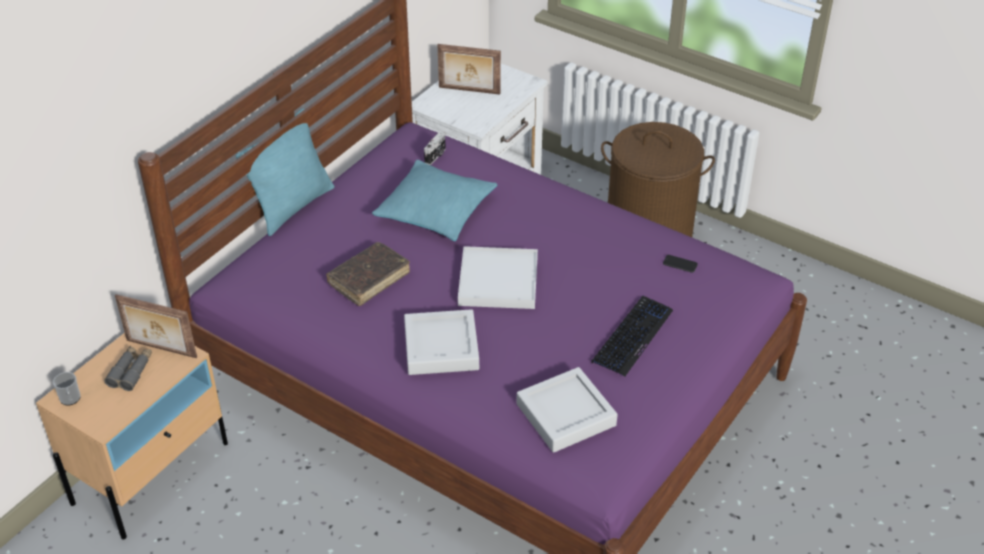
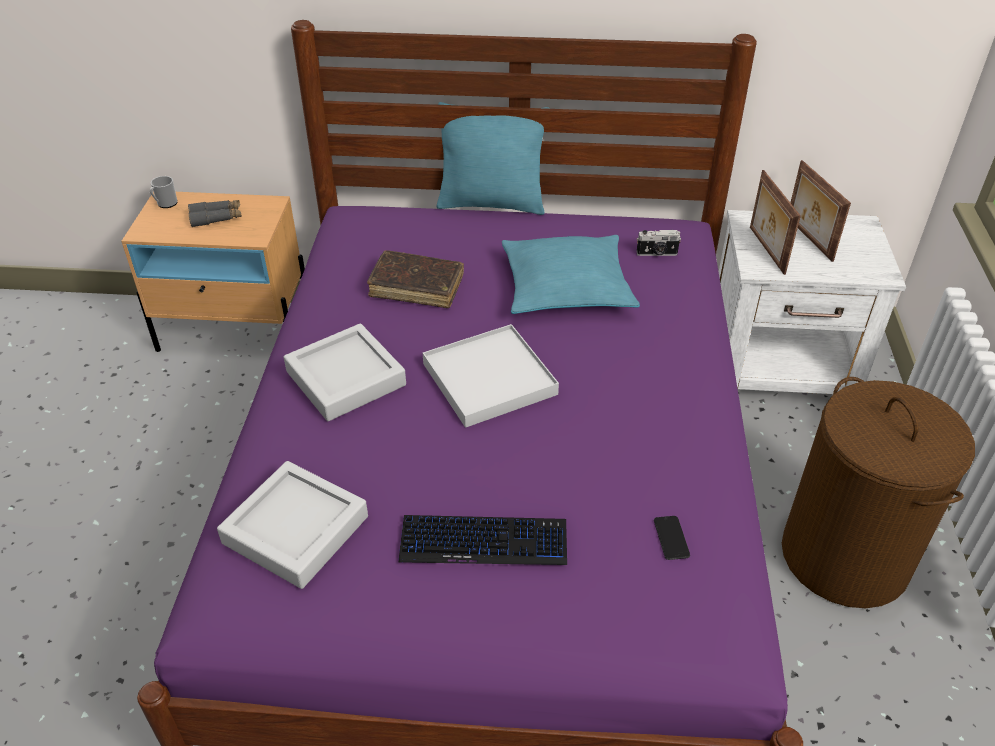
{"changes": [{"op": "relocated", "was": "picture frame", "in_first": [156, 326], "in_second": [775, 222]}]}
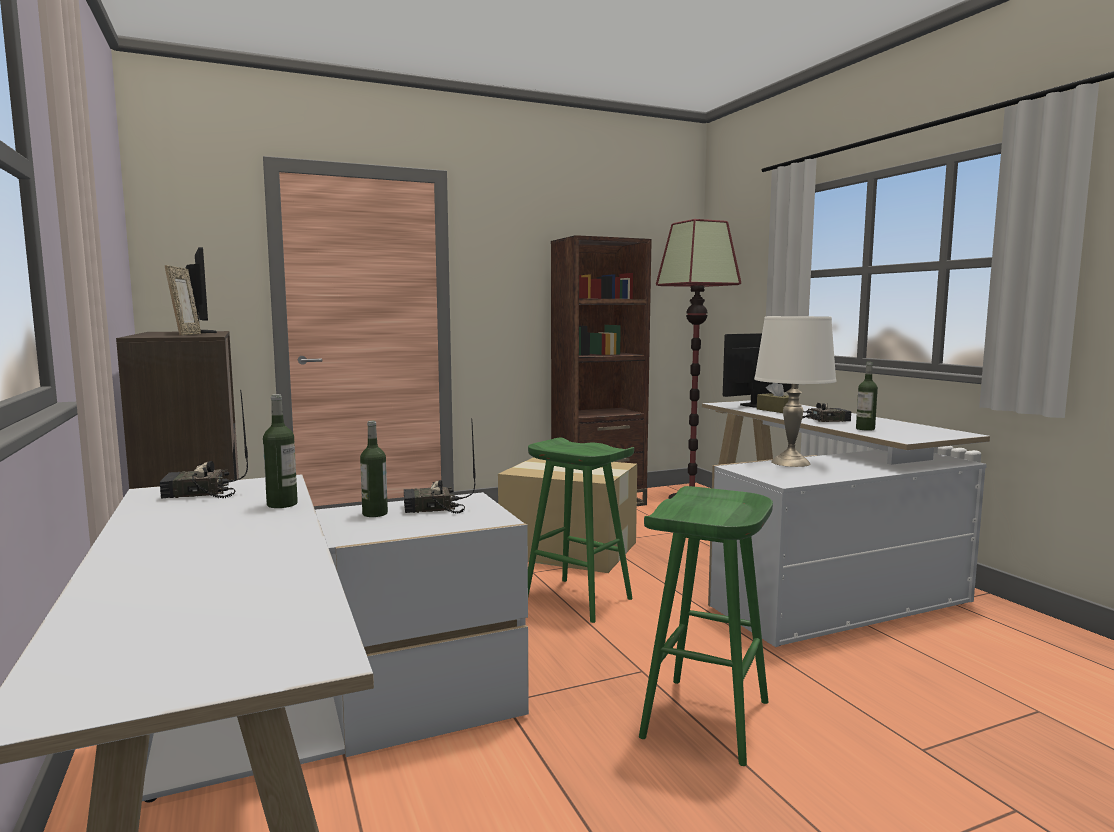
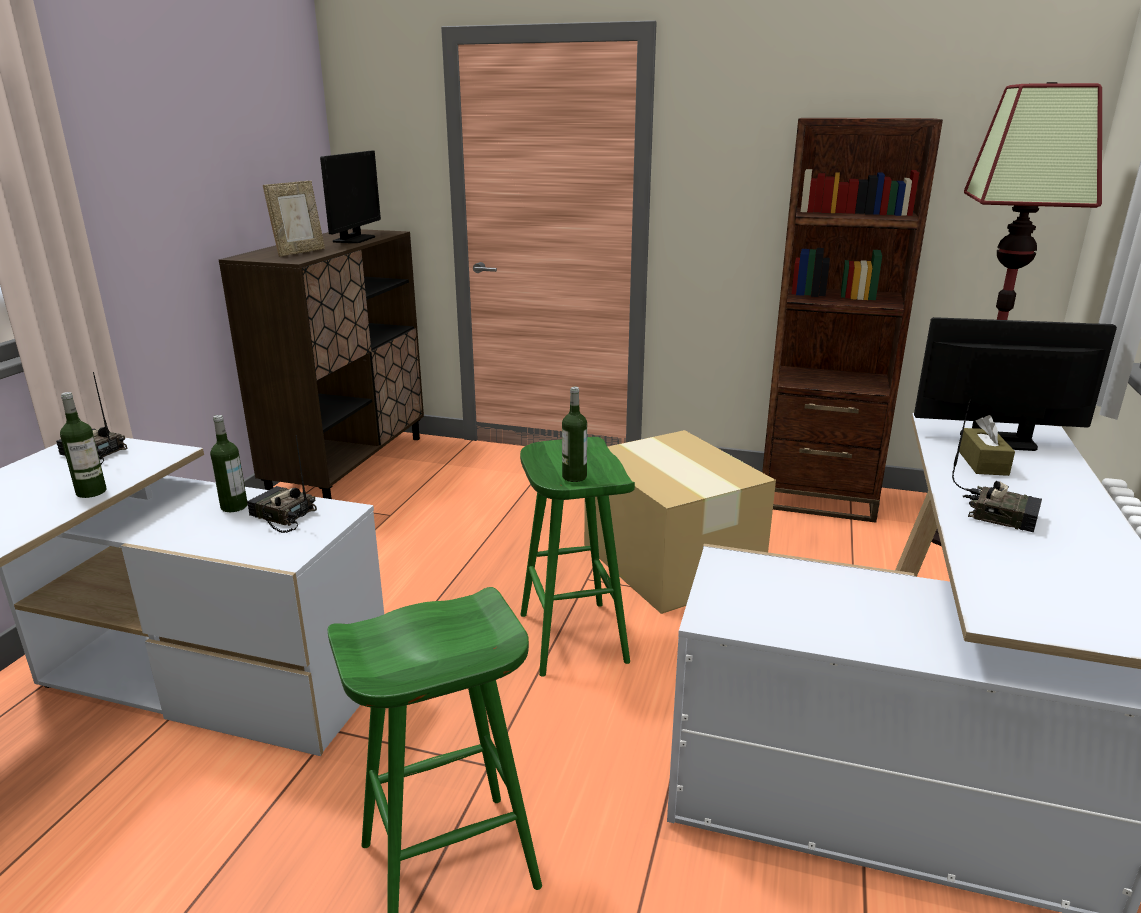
{"changes": [{"op": "relocated", "was": "bottle", "in_first": [867, 396], "in_second": [574, 434]}, {"op": "missing", "was": "white table lamp", "in_first": [795, 391]}]}
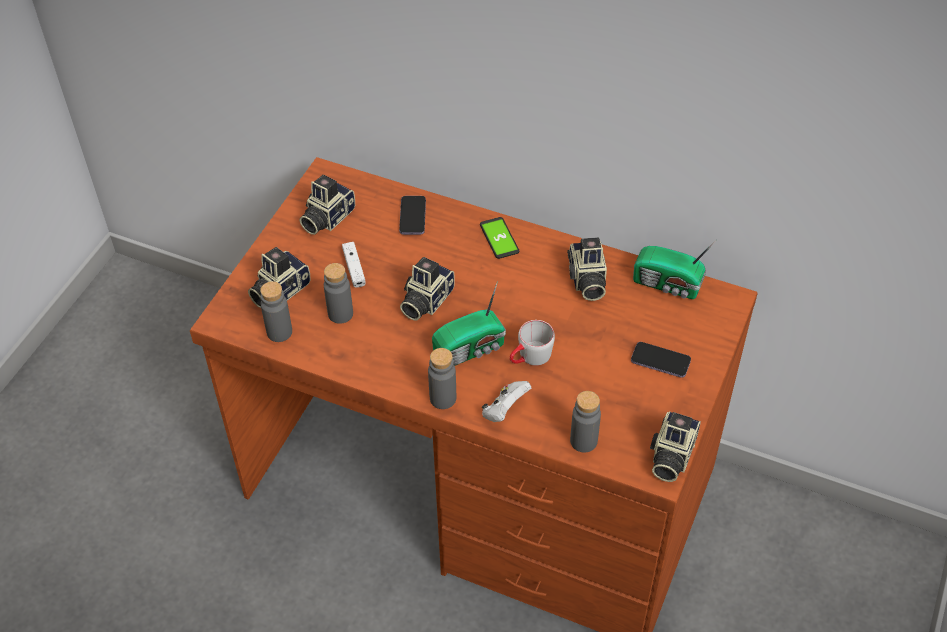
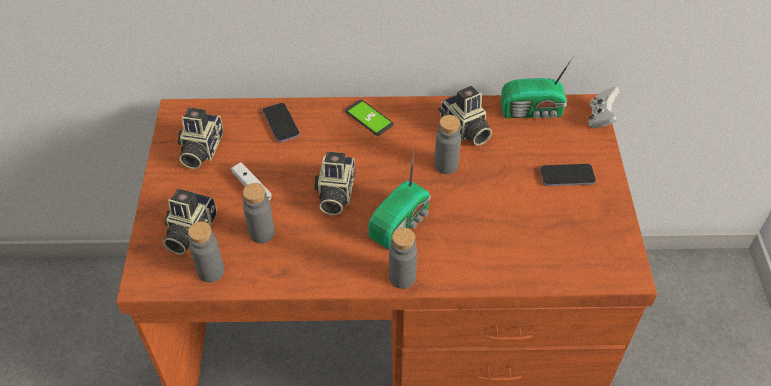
{"changes": [{"op": "relocated", "was": "grey bottle", "in_first": [585, 422], "in_second": [447, 144]}, {"op": "relocated", "was": "white game controller", "in_first": [506, 401], "in_second": [603, 107]}, {"op": "missing", "was": "grey mug", "in_first": [532, 343]}, {"op": "missing", "was": "photo camera", "in_first": [675, 446]}]}
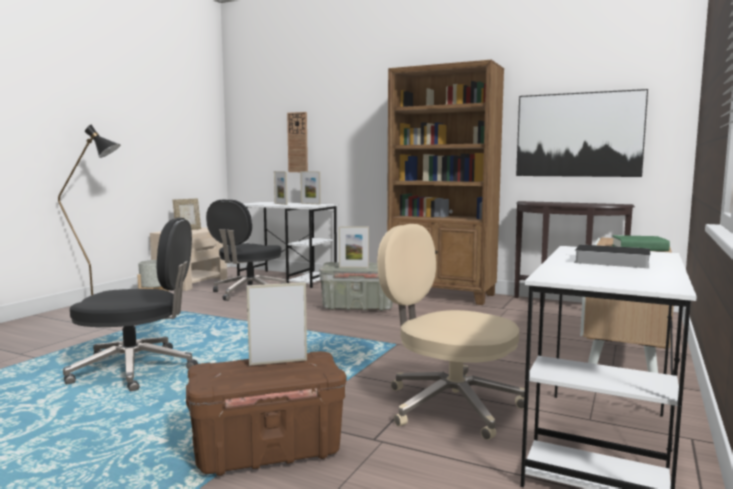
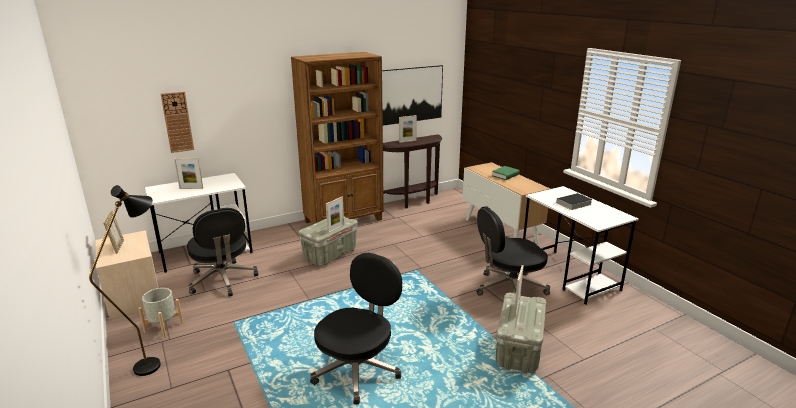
{"changes": [{"op": "relocated", "was": "picture frame", "in_first": [310, 187], "in_second": [408, 129]}, {"op": "colour", "was": "beige office chair", "now": "black office chair", "in_first": [451, 332], "in_second": [513, 251]}, {"op": "colour", "was": "brown storage box", "now": "grey storage box", "in_first": [266, 413], "in_second": [521, 333]}]}
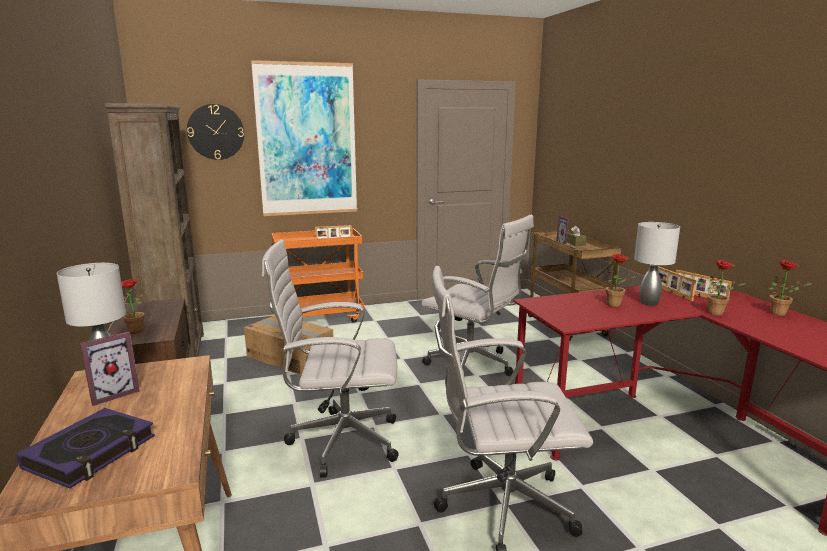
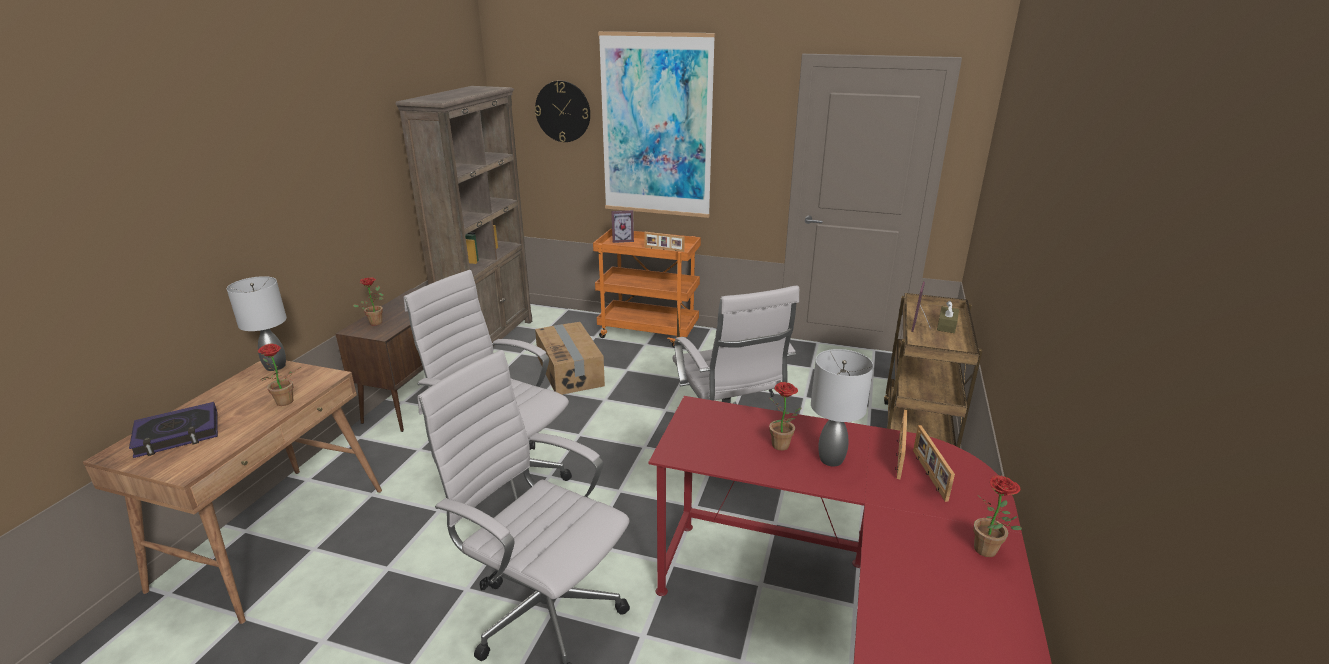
{"changes": [{"op": "relocated", "was": "potted plant", "in_first": [727, 288], "in_second": [279, 374]}, {"op": "relocated", "was": "picture frame", "in_first": [110, 368], "in_second": [622, 226]}]}
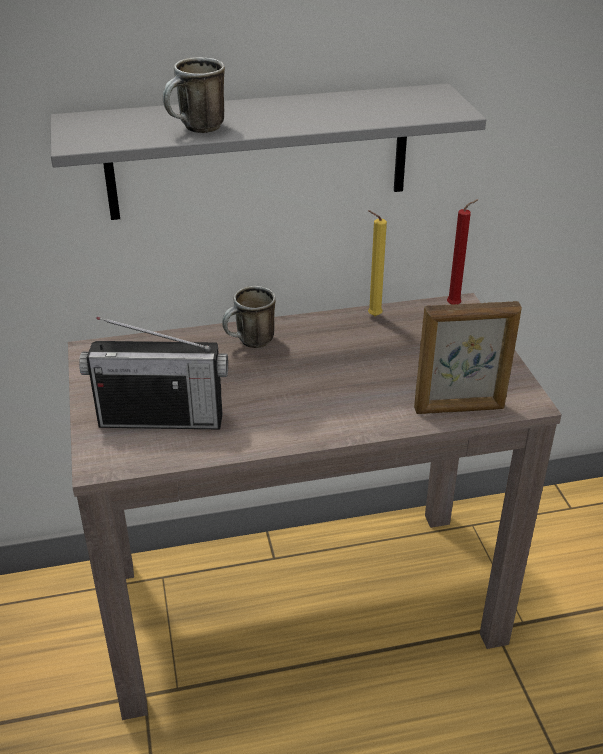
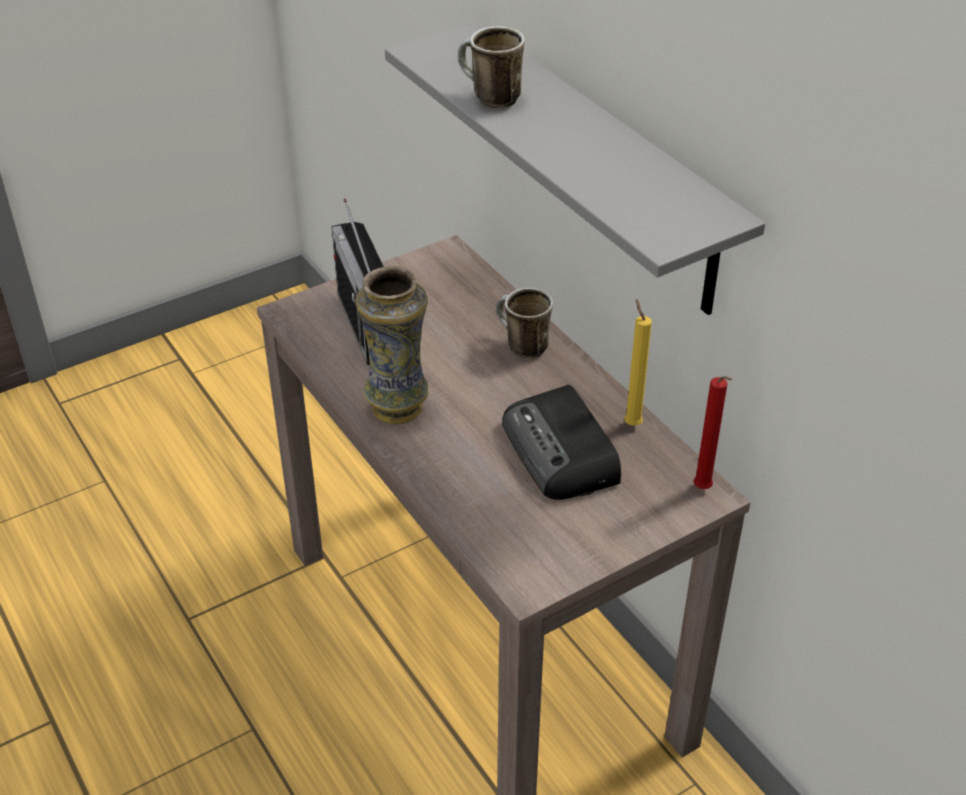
{"changes": [{"op": "appeared", "now": "vase", "in_second": [392, 345]}, {"op": "appeared", "now": "radio", "in_second": [561, 442]}, {"op": "missing", "was": "picture frame", "in_first": [468, 357]}]}
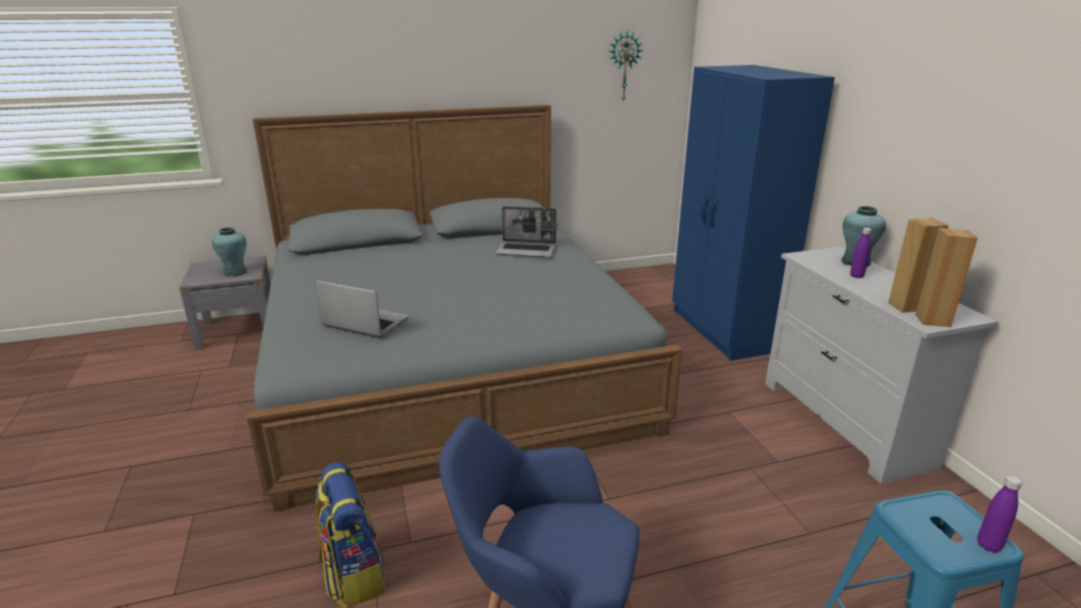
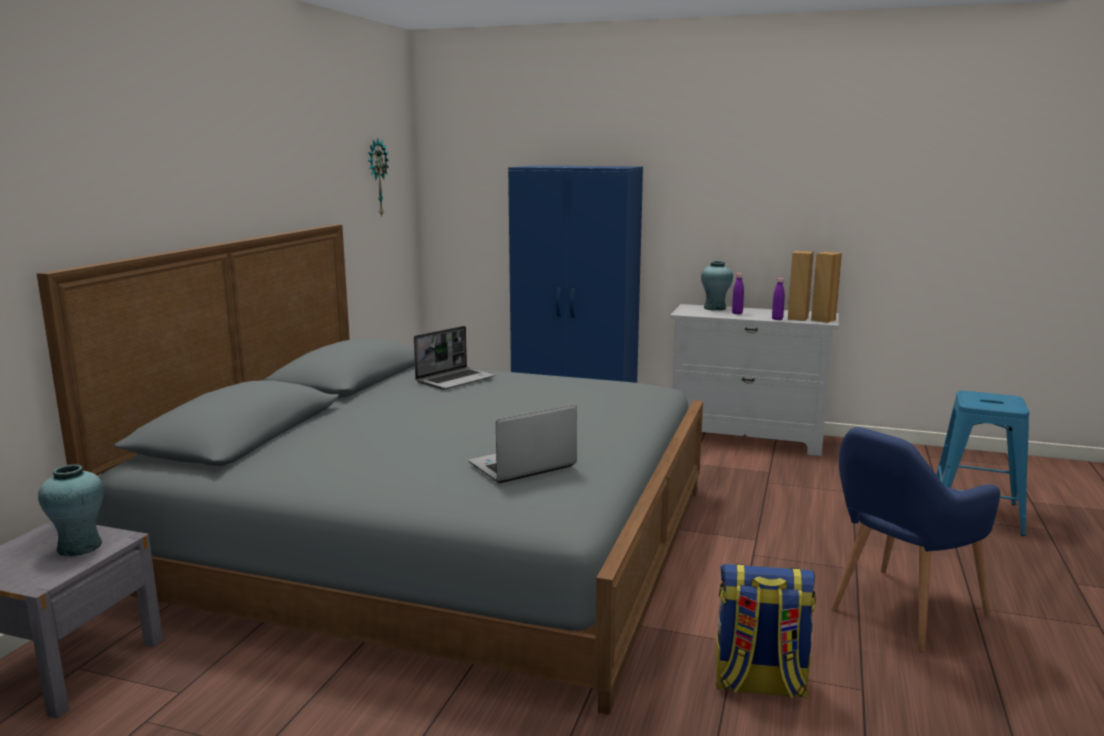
{"changes": [{"op": "relocated", "was": "purple bottle", "in_first": [1000, 514], "in_second": [778, 299]}]}
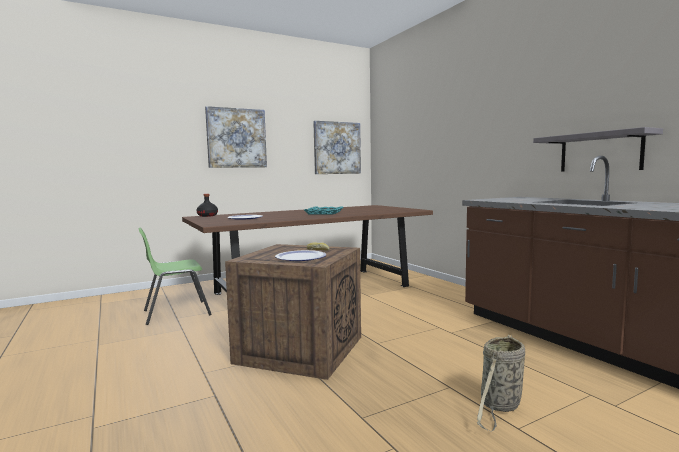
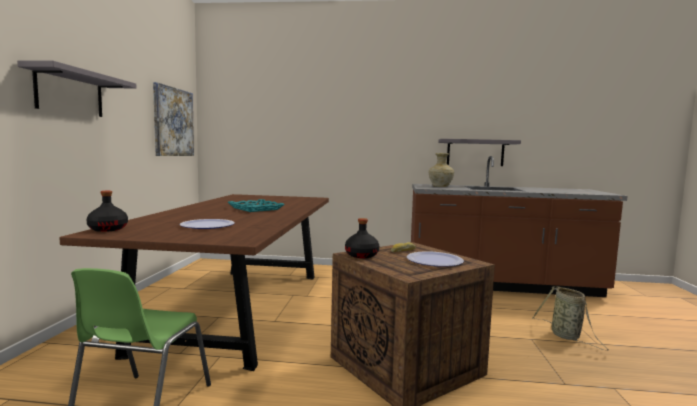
{"changes": [{"op": "exchanged", "was": "picture", "now": "grey shelf", "in_first": [236, 137], "in_second": [76, 88]}, {"op": "appeared", "now": "black bottle", "in_second": [362, 238]}, {"op": "appeared", "now": "beige vase", "in_second": [441, 170]}]}
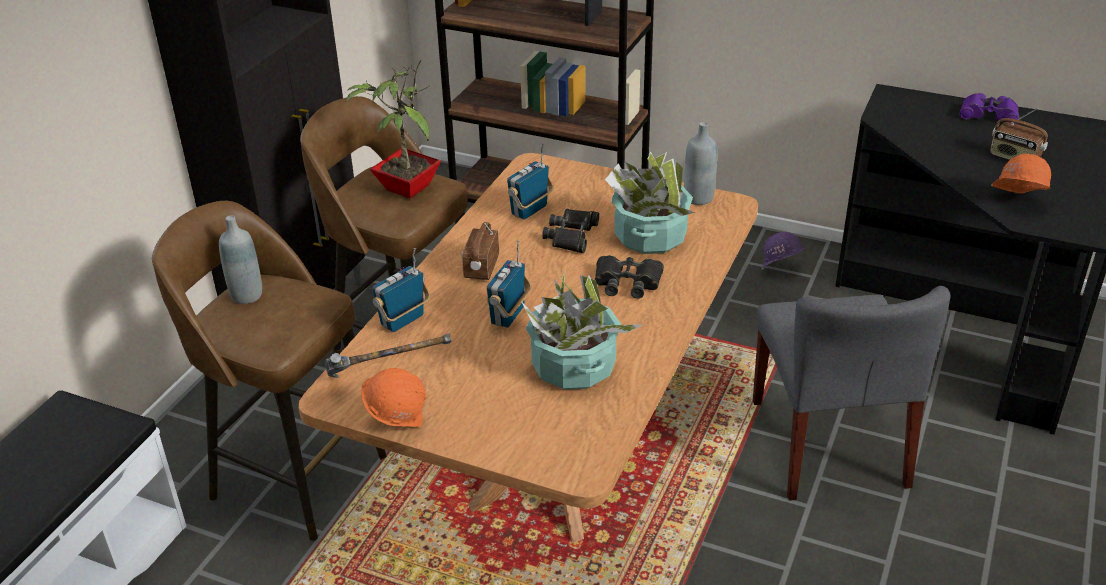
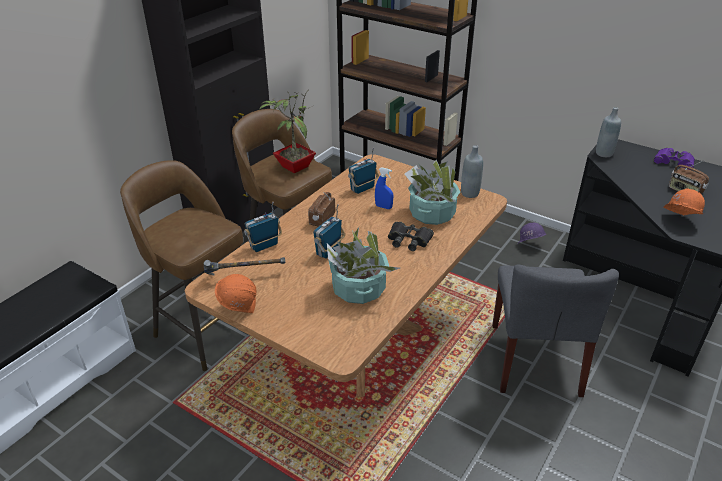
{"changes": [{"op": "exchanged", "was": "black binoculars", "now": "blue spray bottle", "in_first": [570, 231], "in_second": [384, 188]}, {"op": "relocated", "was": "grey bottle", "in_first": [240, 259], "in_second": [608, 132]}]}
